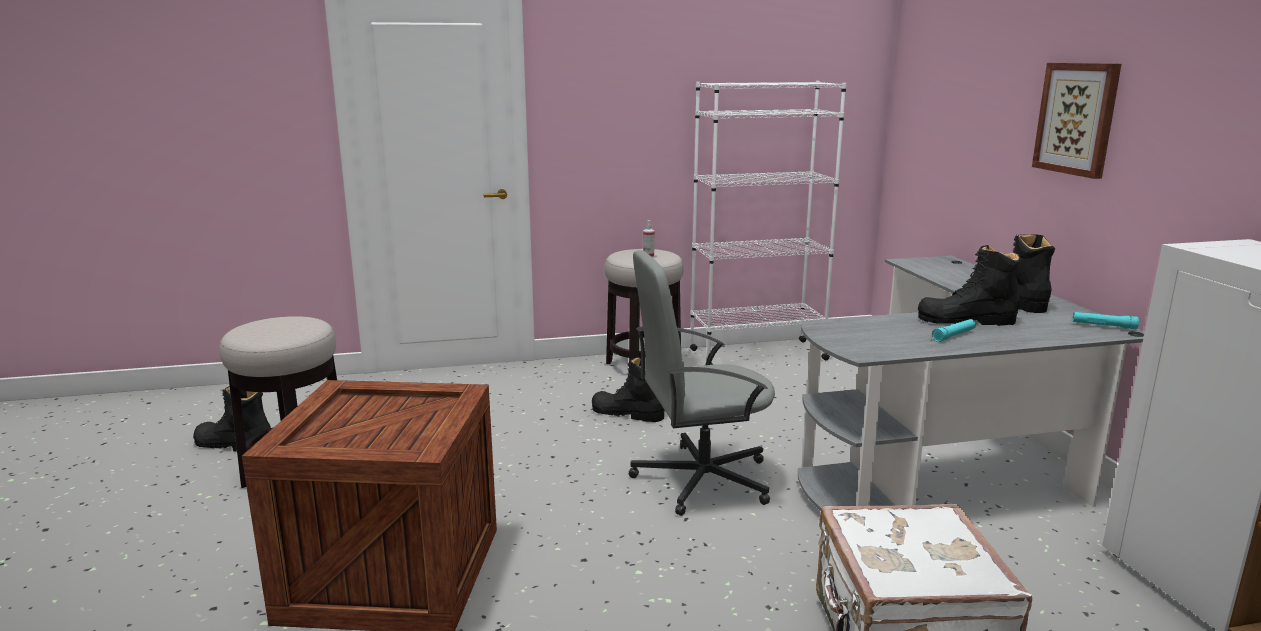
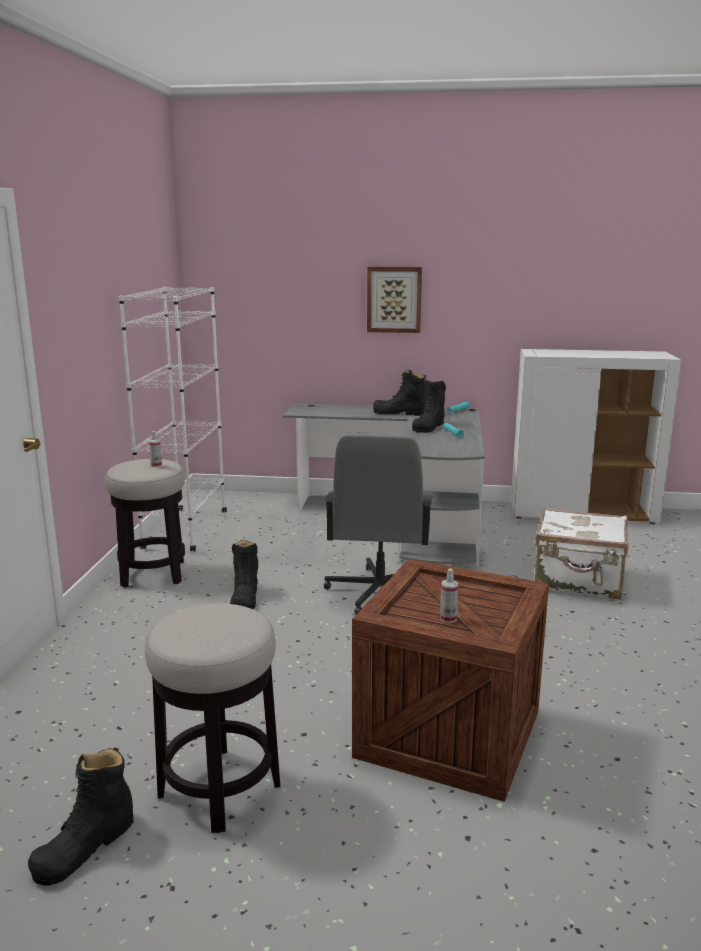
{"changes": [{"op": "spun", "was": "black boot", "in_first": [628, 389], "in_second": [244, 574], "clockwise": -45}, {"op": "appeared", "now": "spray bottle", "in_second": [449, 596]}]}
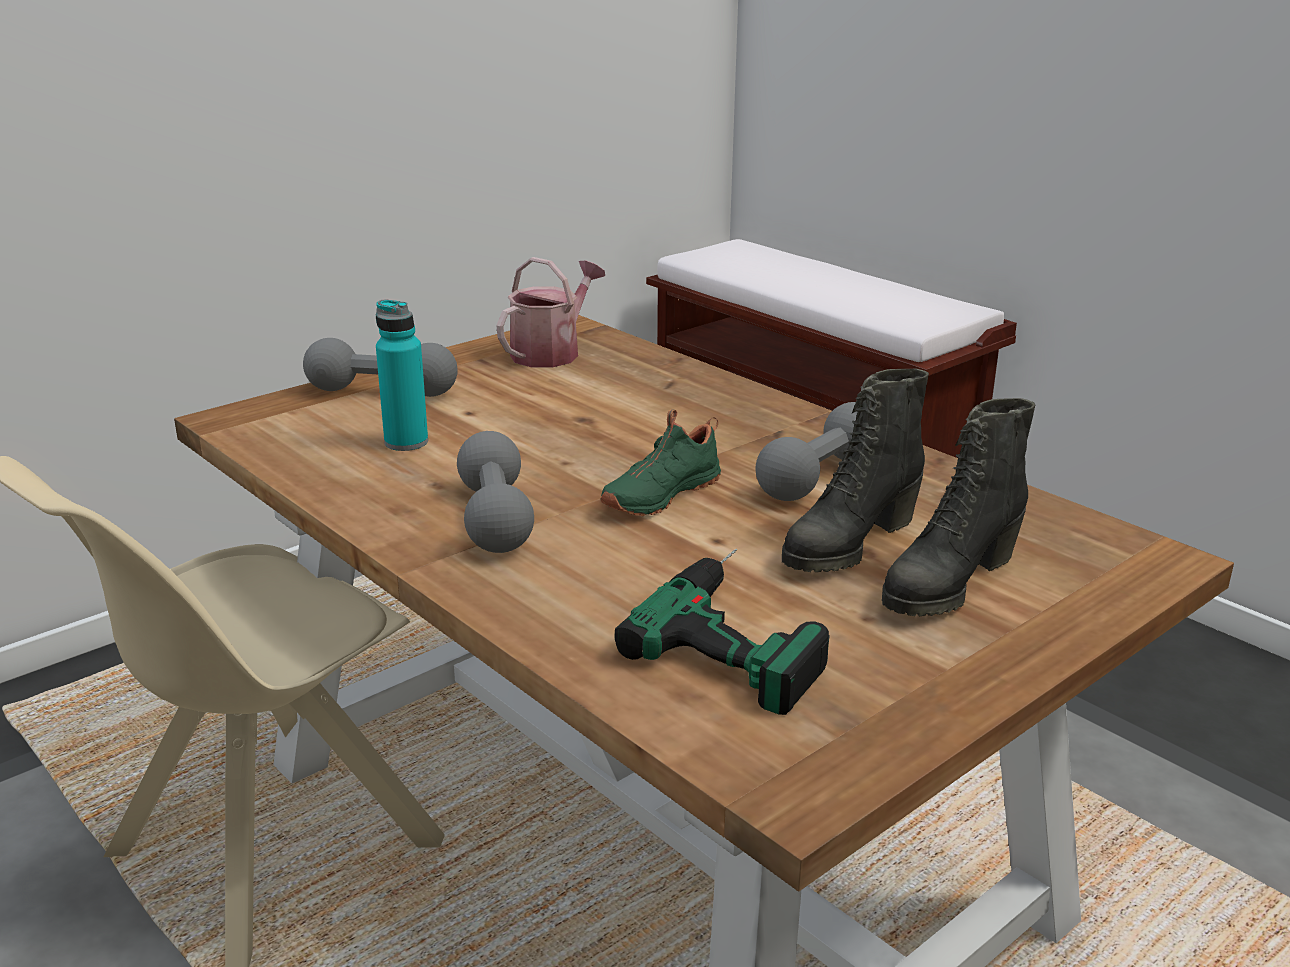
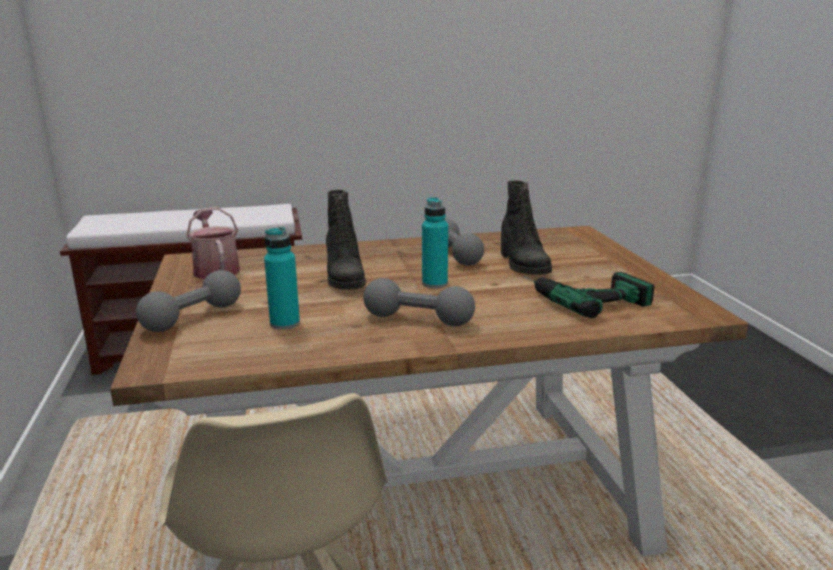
{"changes": [{"op": "relocated", "was": "black boot", "in_first": [958, 507], "in_second": [346, 240]}, {"op": "exchanged", "was": "green shoe", "now": "turquoise bottle", "in_first": [661, 462], "in_second": [435, 242]}]}
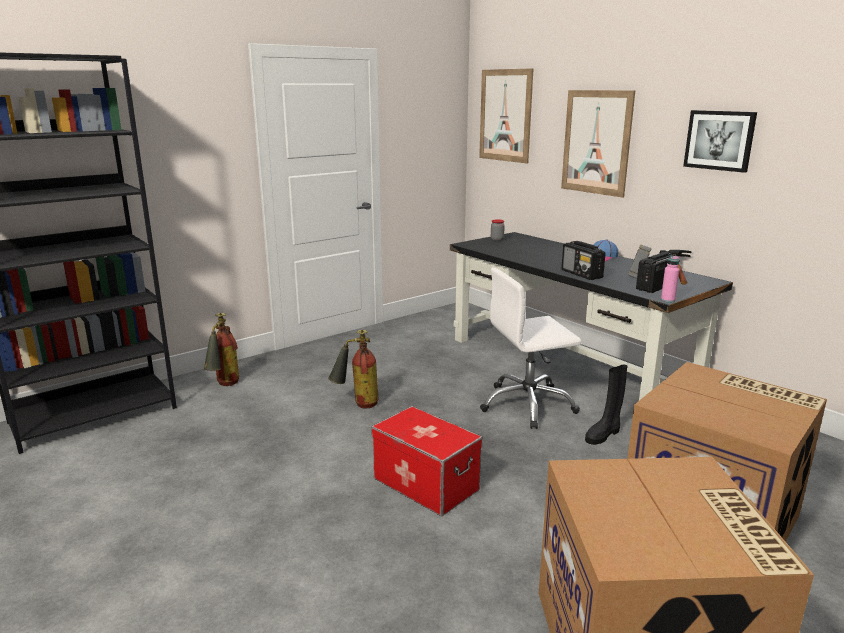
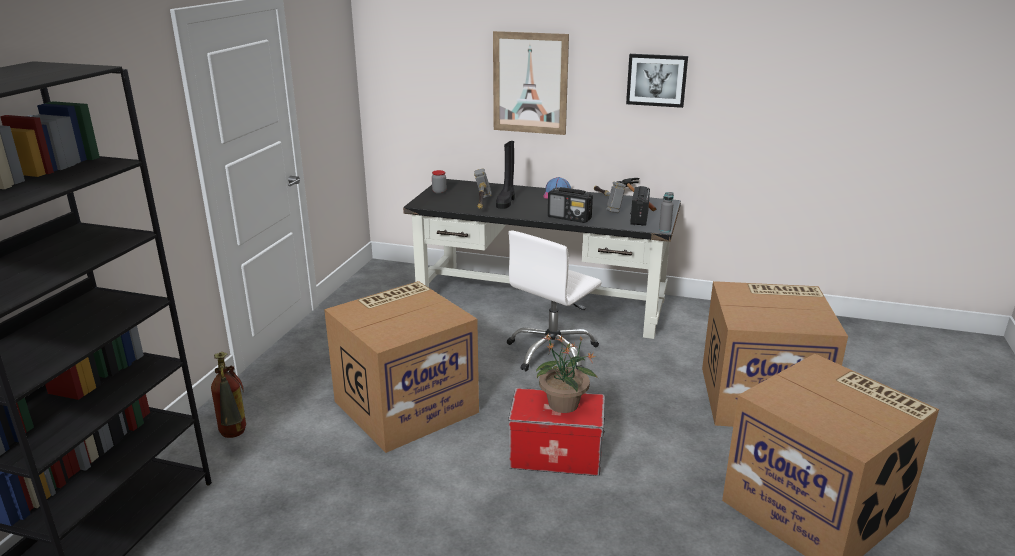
{"changes": [{"op": "exchanged", "was": "fire extinguisher", "now": "cardboard box", "in_first": [353, 369], "in_second": [401, 367]}, {"op": "appeared", "now": "hammer", "in_second": [483, 188]}, {"op": "relocated", "was": "black boot", "in_first": [606, 404], "in_second": [505, 175]}, {"op": "appeared", "now": "potted plant", "in_second": [567, 373]}, {"op": "colour", "was": "pink bottle", "now": "grey bottle", "in_first": [670, 279], "in_second": [666, 212]}, {"op": "missing", "was": "picture", "in_first": [506, 115]}]}
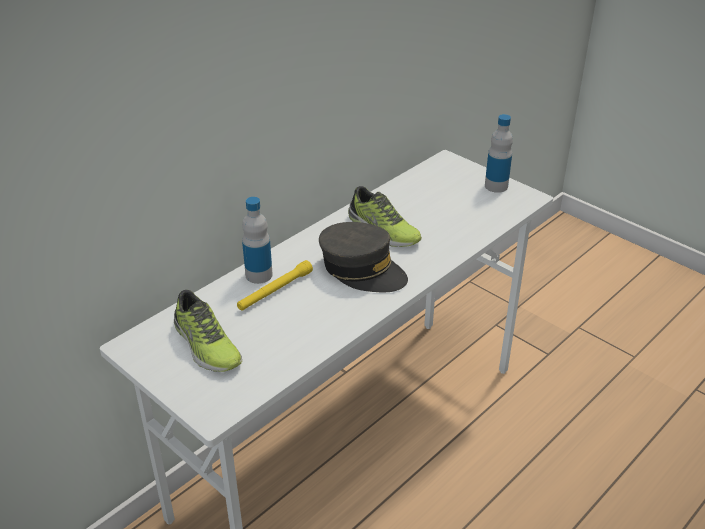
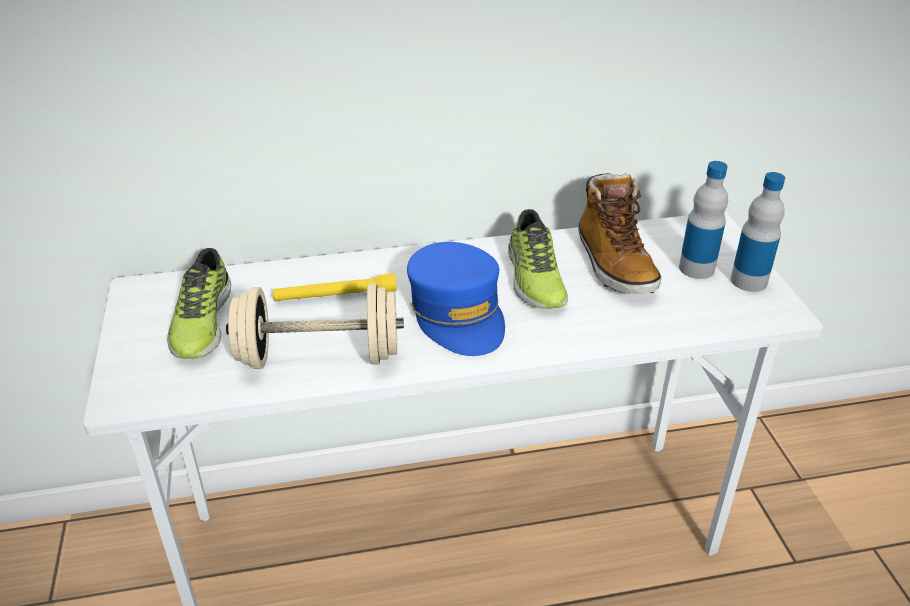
{"changes": [{"op": "appeared", "now": "beige dumbbell", "in_second": [315, 326]}, {"op": "colour", "was": "grey cap", "now": "blue cap", "in_first": [363, 257], "in_second": [456, 299]}, {"op": "appeared", "now": "boot", "in_second": [619, 233]}, {"op": "relocated", "was": "bottle", "in_first": [257, 240], "in_second": [703, 220]}]}
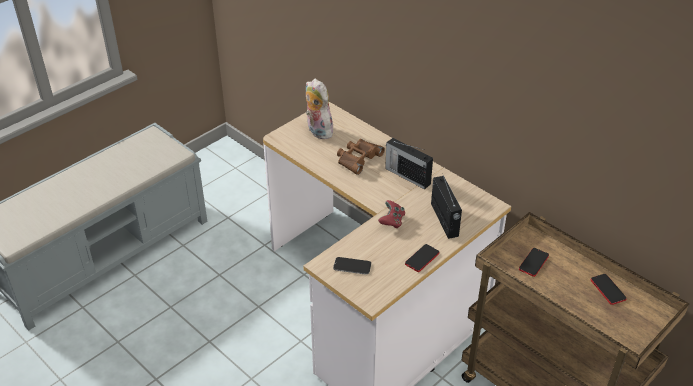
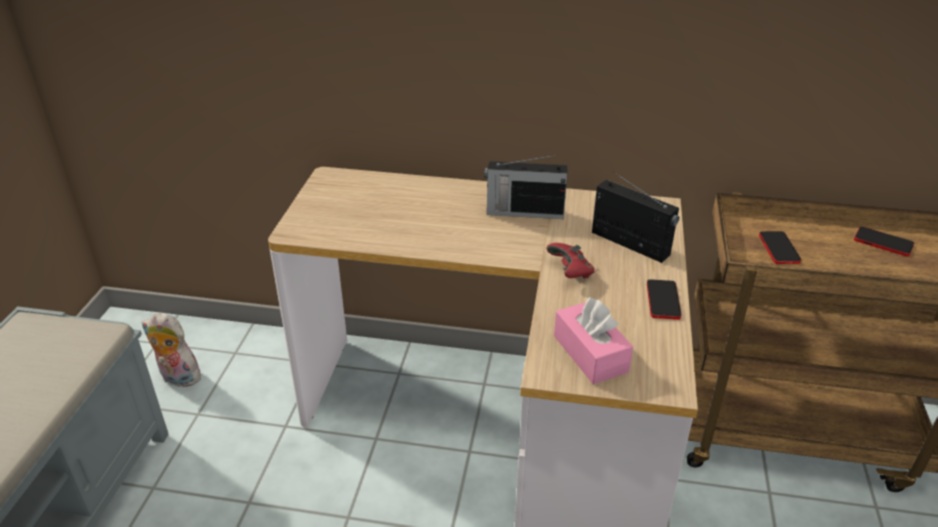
{"changes": [{"op": "relocated", "was": "plush toy", "in_first": [319, 109], "in_second": [171, 350]}, {"op": "exchanged", "was": "phone", "now": "pink tissue box", "in_first": [352, 266], "in_second": [593, 340]}, {"op": "missing", "was": "brown binoculars", "in_first": [361, 157]}]}
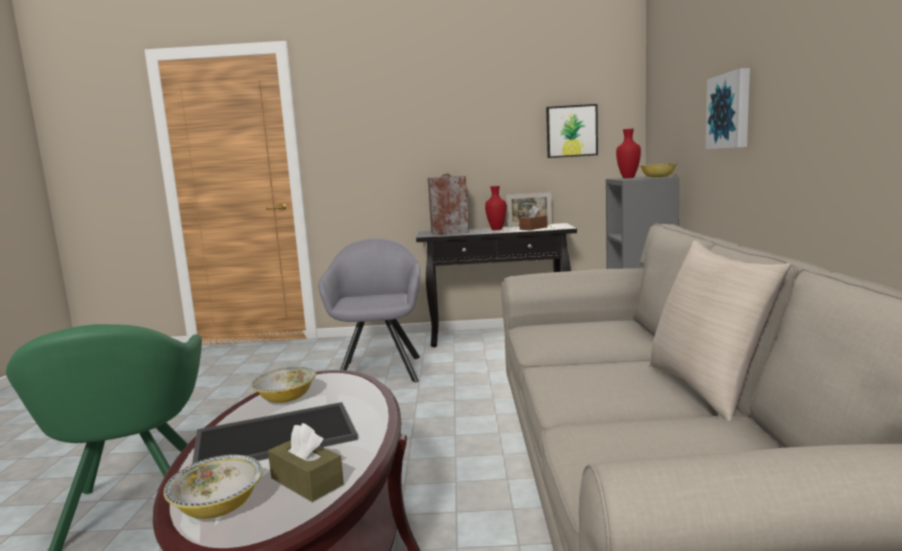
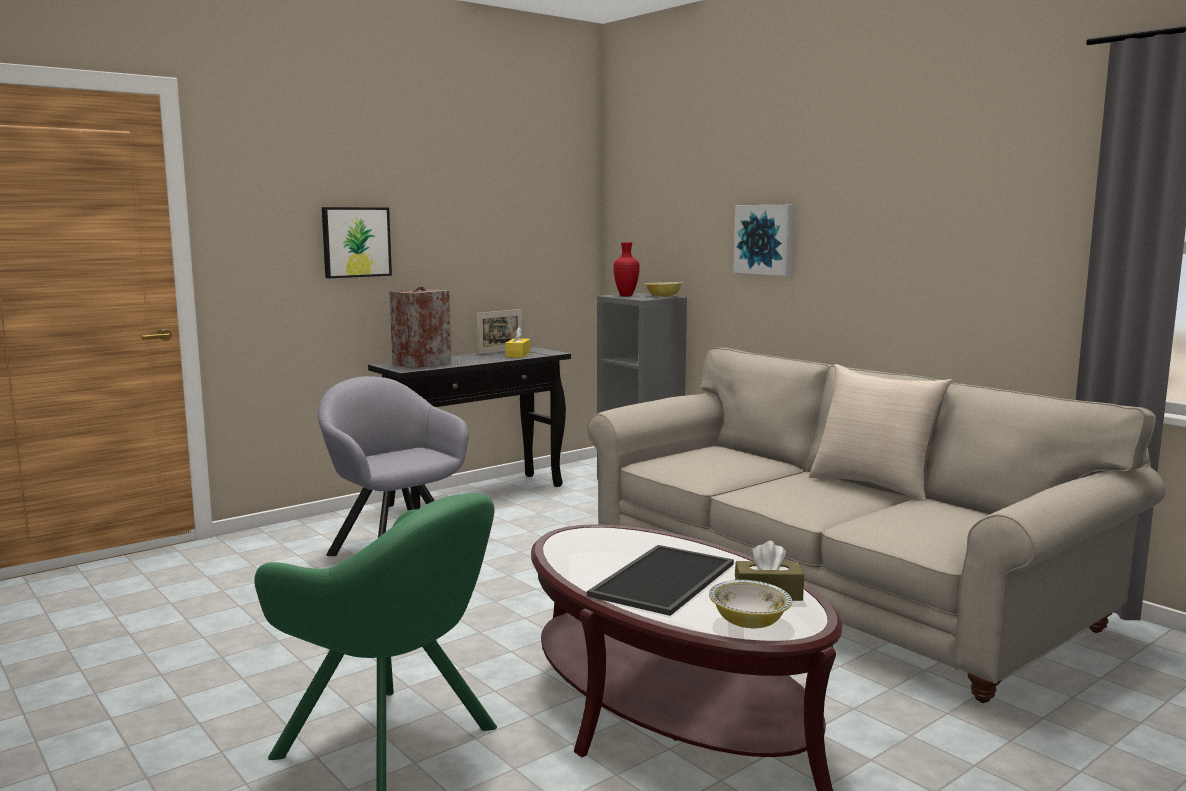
{"changes": [{"op": "relocated", "was": "picture", "in_first": [572, 131], "in_second": [357, 242]}, {"op": "colour", "was": "brown tissue box", "now": "yellow tissue box", "in_first": [533, 217], "in_second": [517, 342]}, {"op": "missing", "was": "bowl", "in_first": [283, 385]}, {"op": "missing", "was": "red vase", "in_first": [496, 208]}]}
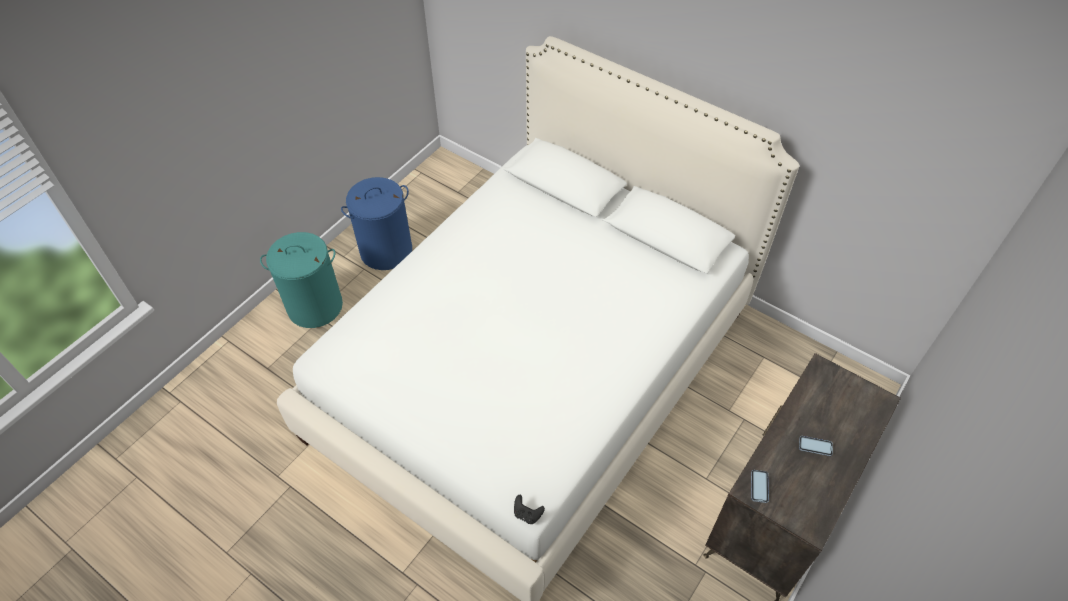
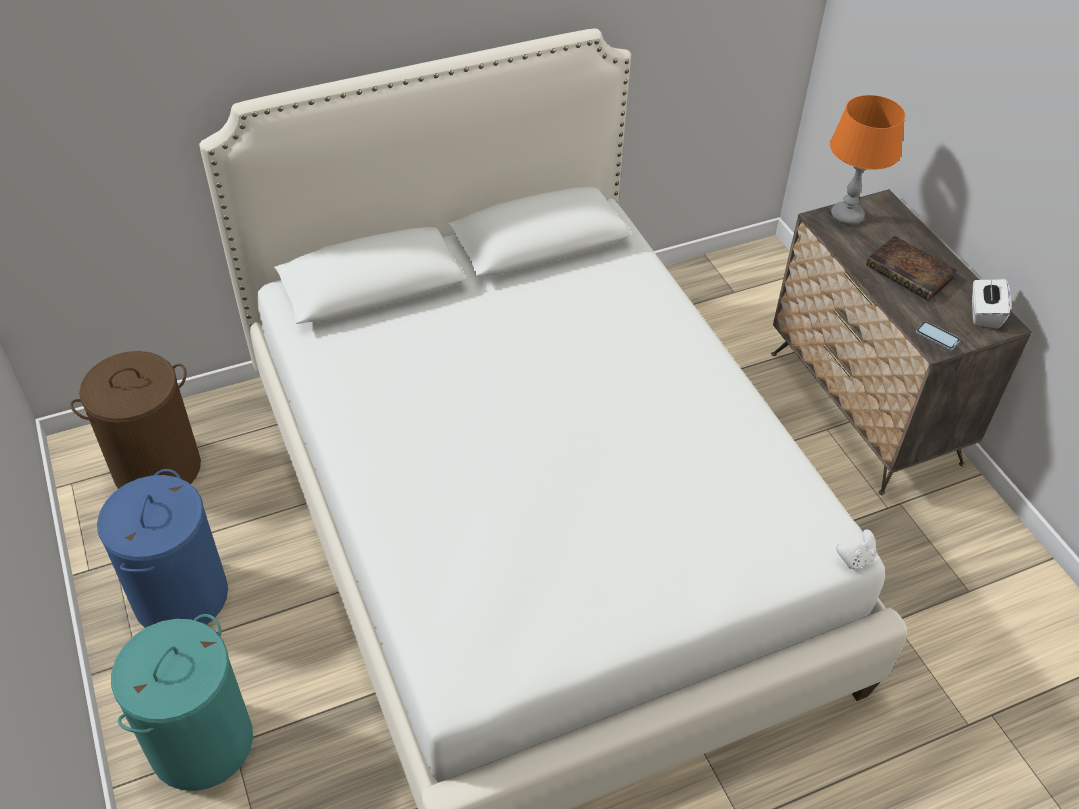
{"changes": [{"op": "appeared", "now": "brown laundry basket", "in_second": [135, 420]}, {"op": "appeared", "now": "orange table lamp", "in_second": [867, 160]}, {"op": "colour", "was": "black game controller", "now": "white game controller", "in_first": [529, 509], "in_second": [856, 549]}, {"op": "exchanged", "was": "phone", "now": "book", "in_first": [816, 446], "in_second": [911, 268]}, {"op": "appeared", "now": "white tissue box", "in_second": [991, 303]}]}
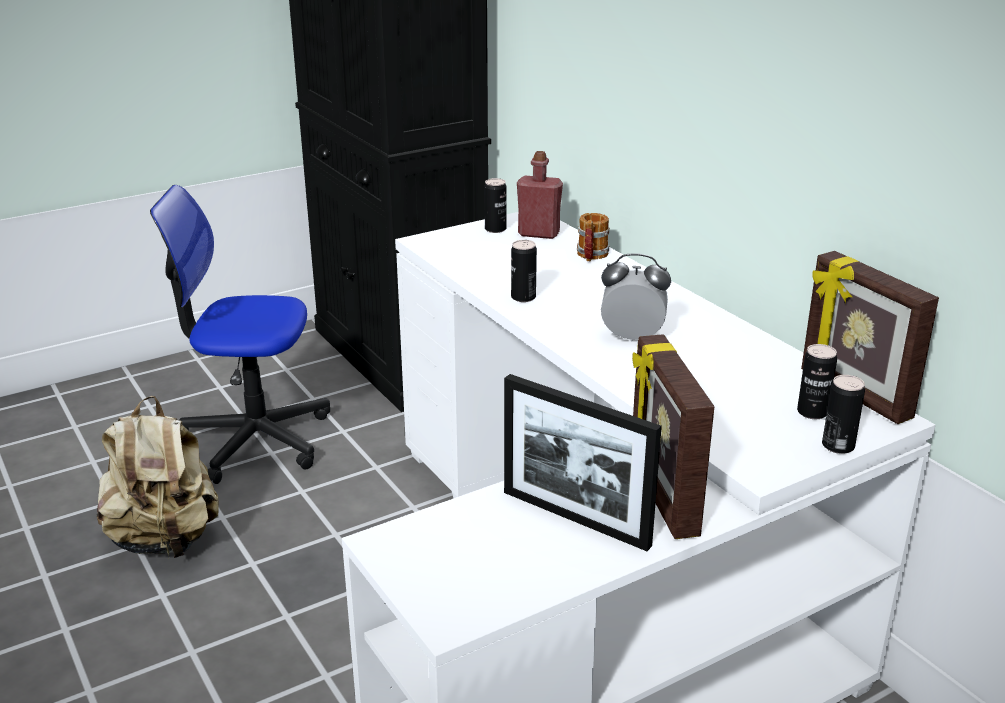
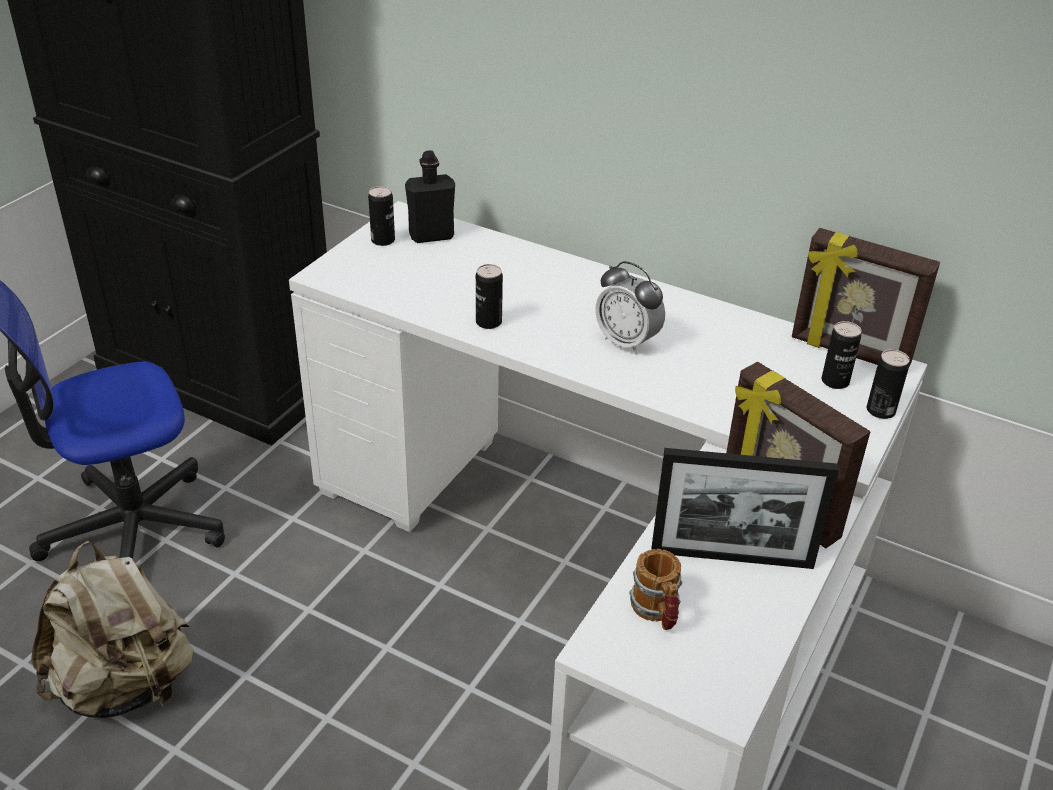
{"changes": [{"op": "colour", "was": "red bottle", "now": "black bottle", "in_first": [540, 195], "in_second": [430, 196]}, {"op": "spun", "was": "alarm clock", "in_first": [636, 297], "in_second": [630, 308], "clockwise": -120}, {"op": "relocated", "was": "mug", "in_first": [593, 237], "in_second": [655, 589]}]}
